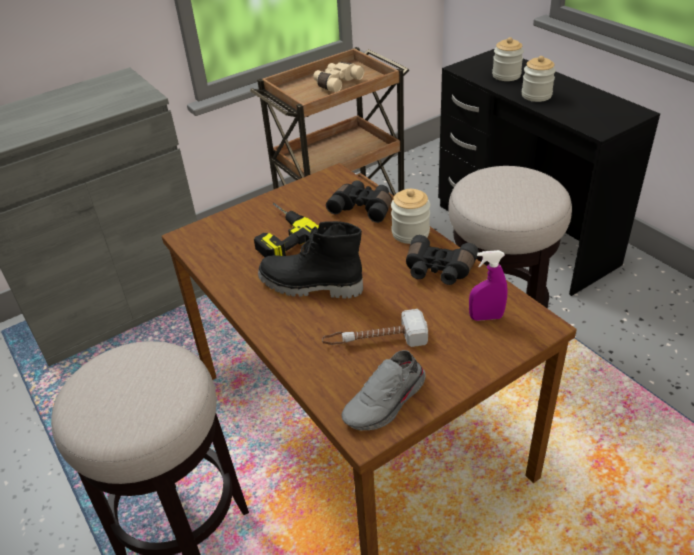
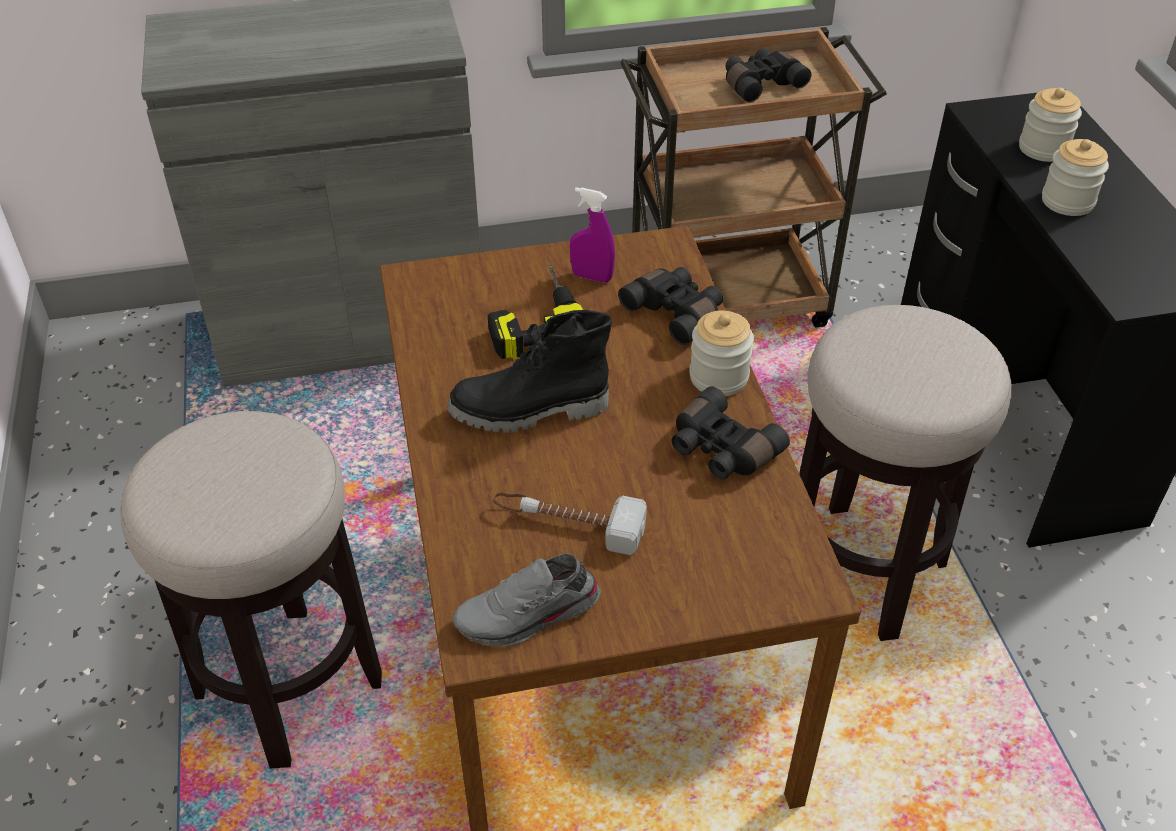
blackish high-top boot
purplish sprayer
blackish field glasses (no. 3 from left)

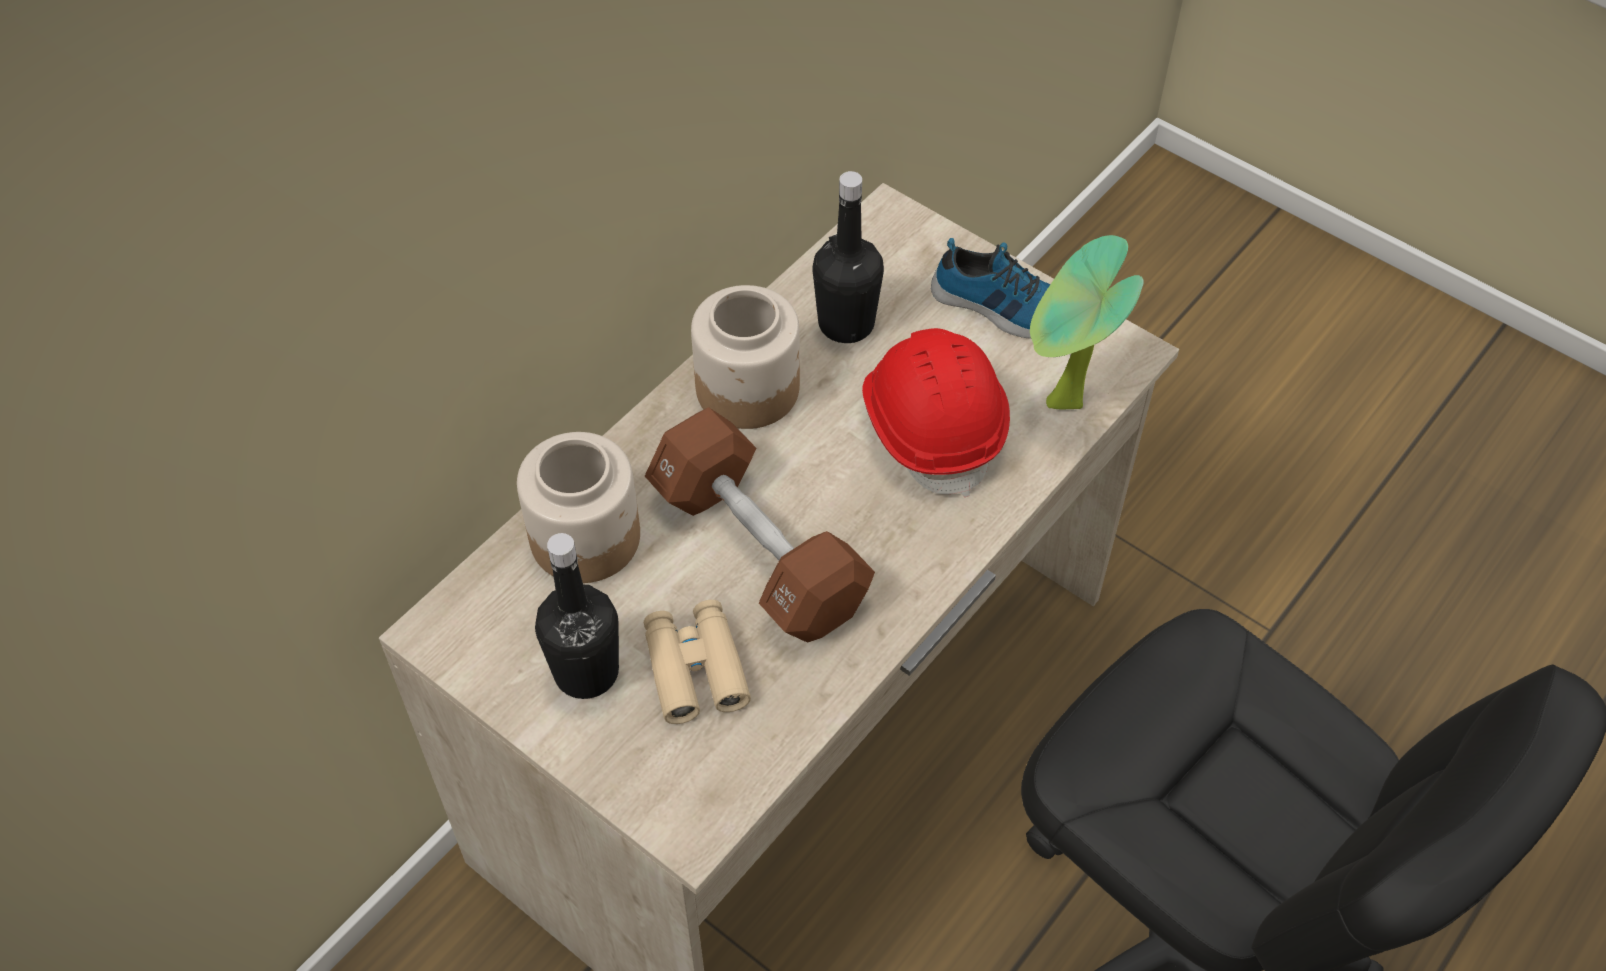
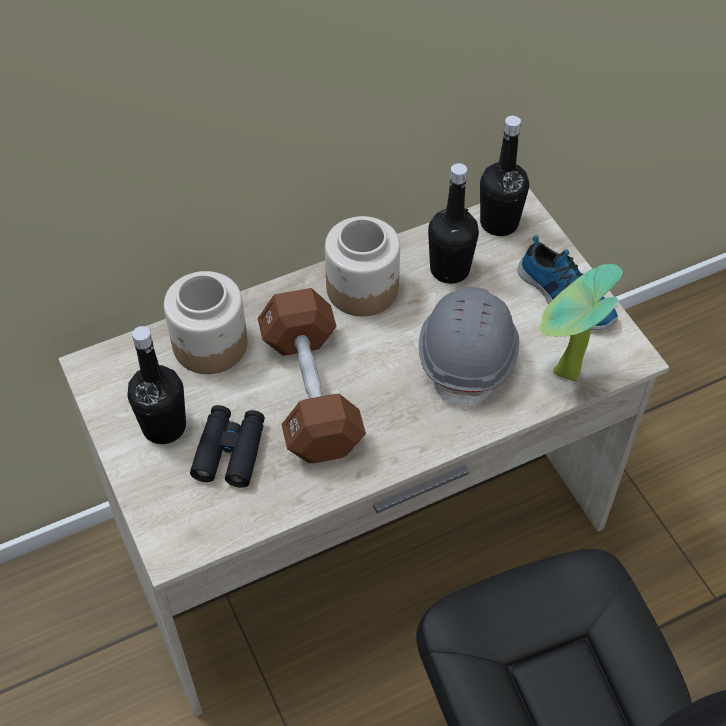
blackish field glasses
gray safety helmet
blackish beverage bottle (no. 3 from left)

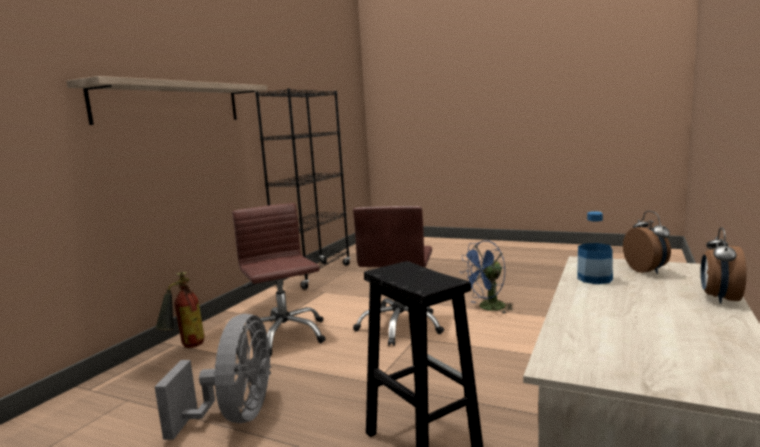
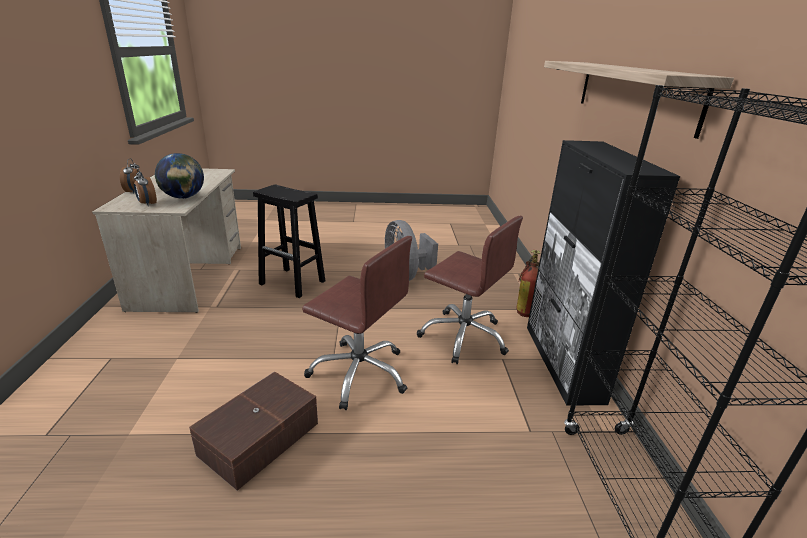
globe
brownish storage bin
brownish office chair (no. 1 from left)
blackish cabinet

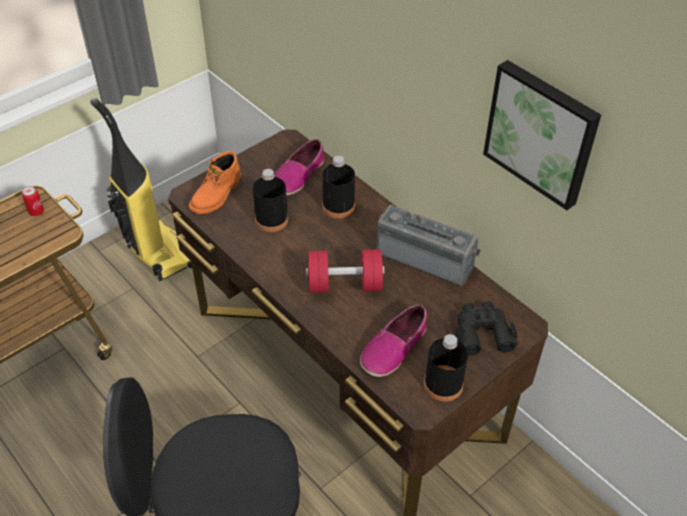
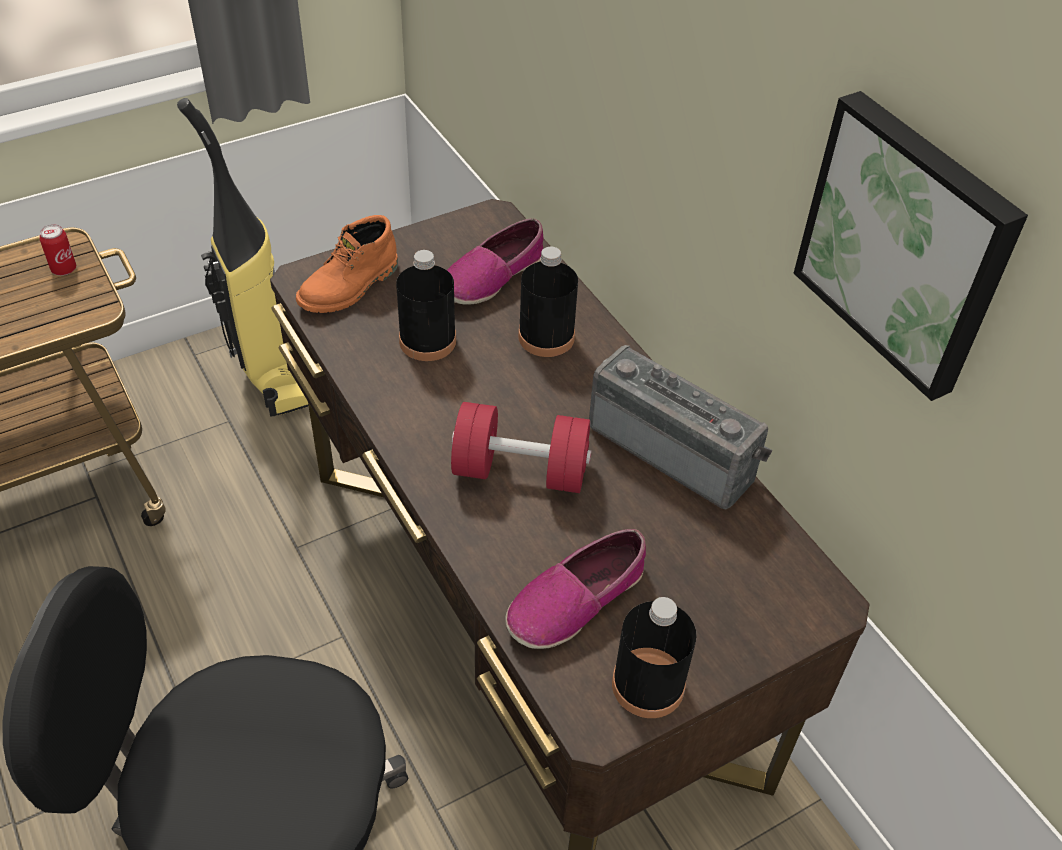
blackish field glasses

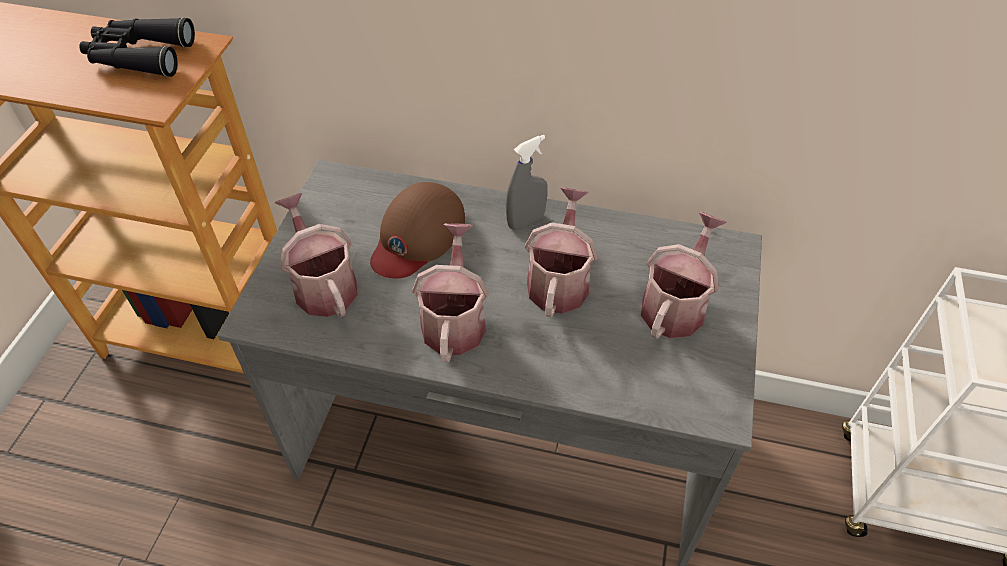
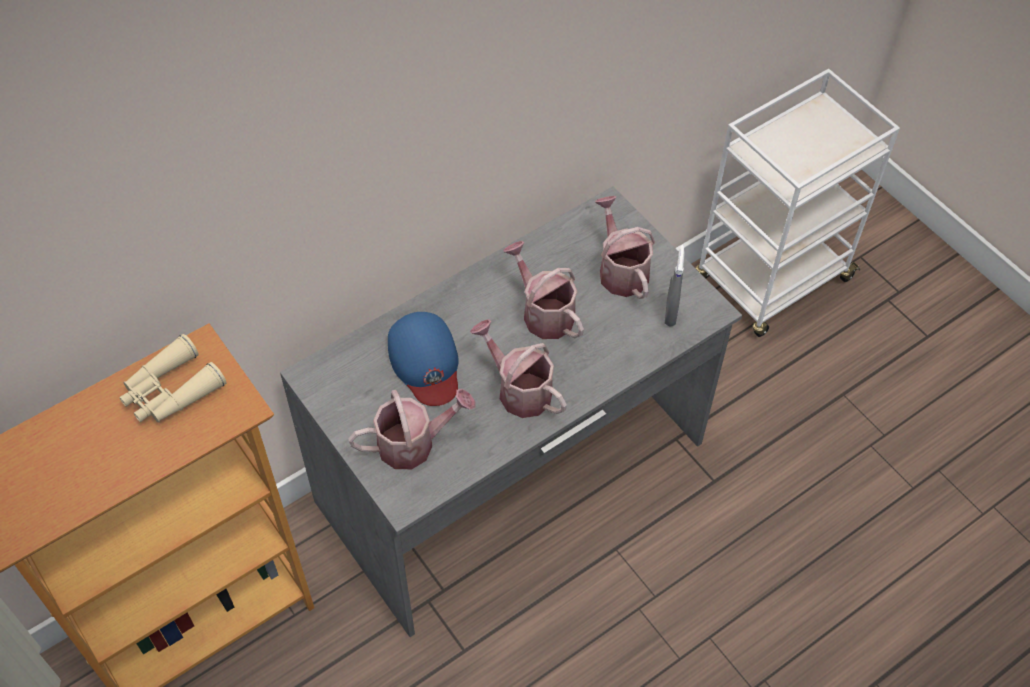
beige field glasses
watering can (no. 1 from left)
bluish peaked cap
gray sprayer

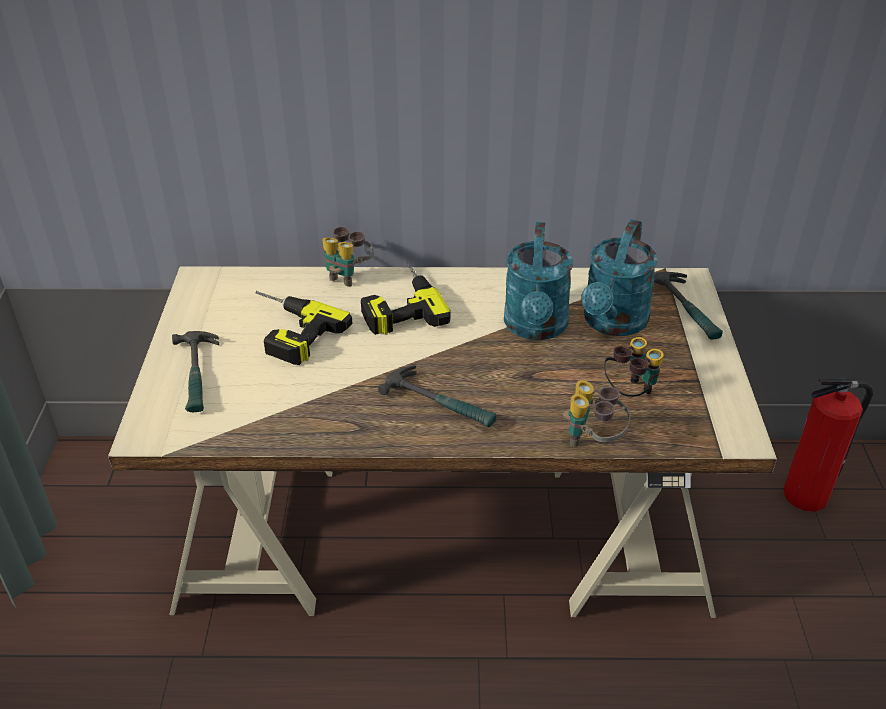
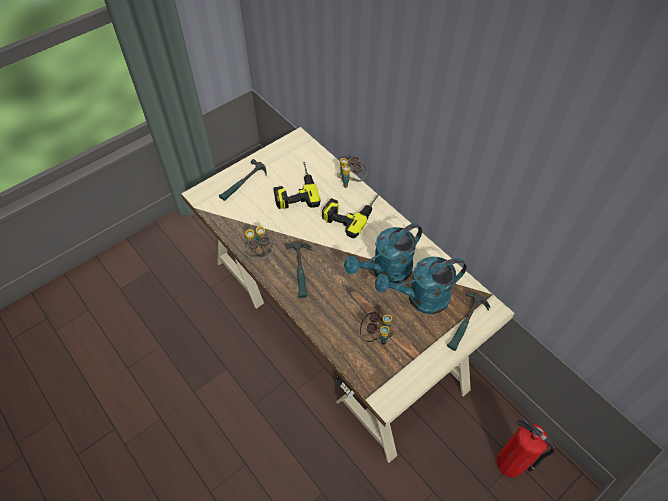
field glasses (no. 1 from left)

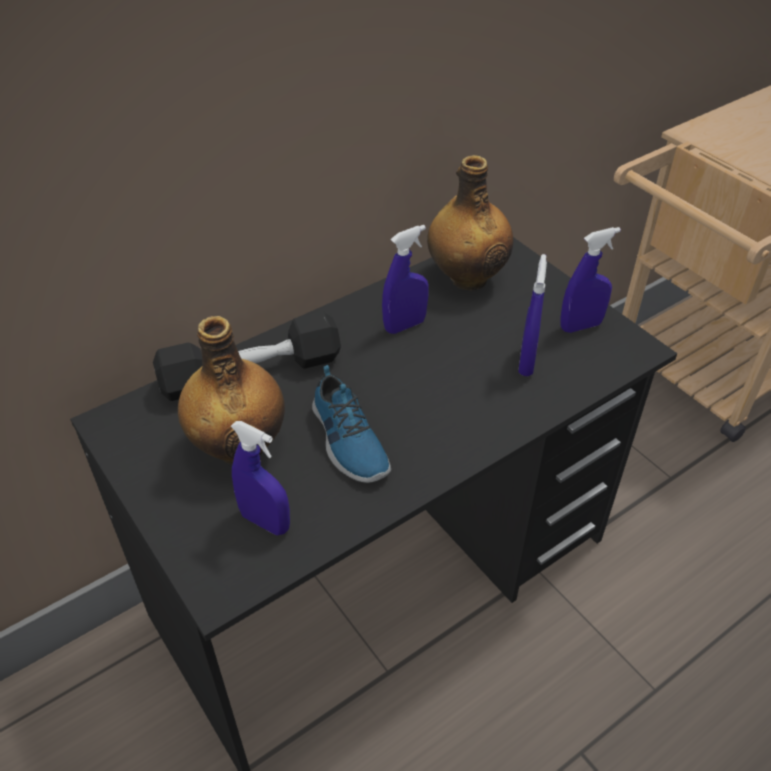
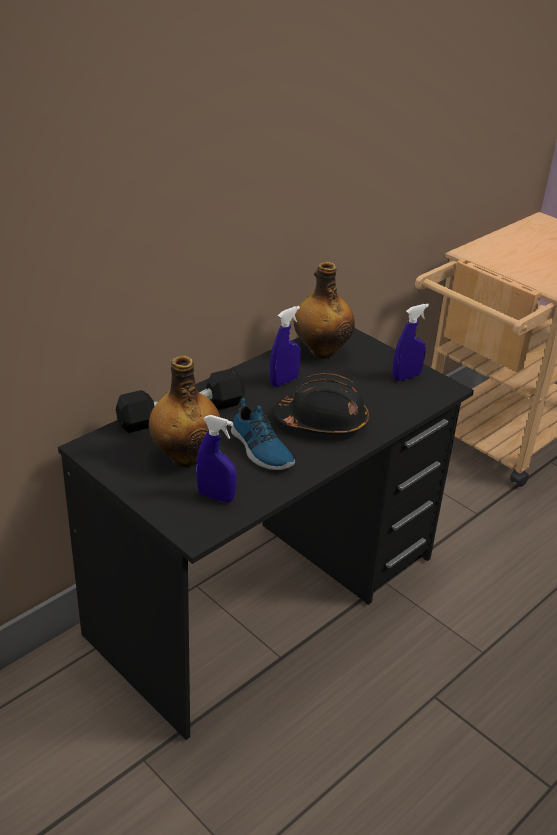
blackish safety helmet
bluish sprayer (no. 3 from left in the first image)

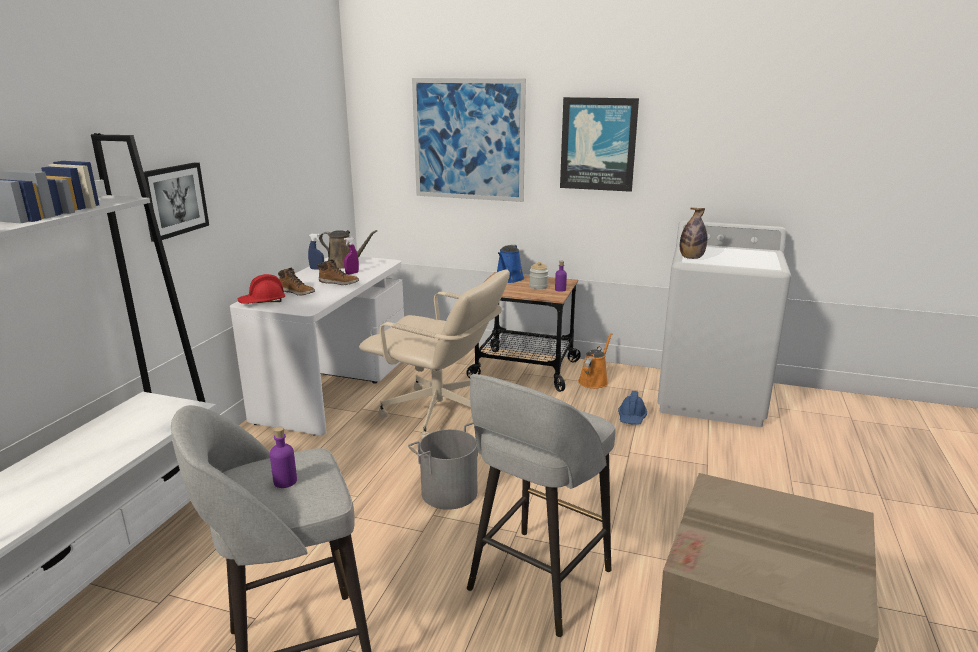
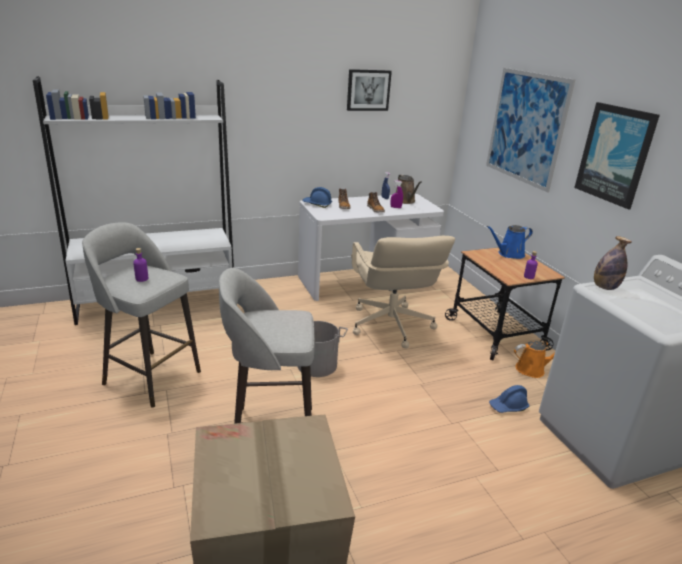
bluish safety helmet (no. 1 from left)
picture (no. 1 from left)
jar

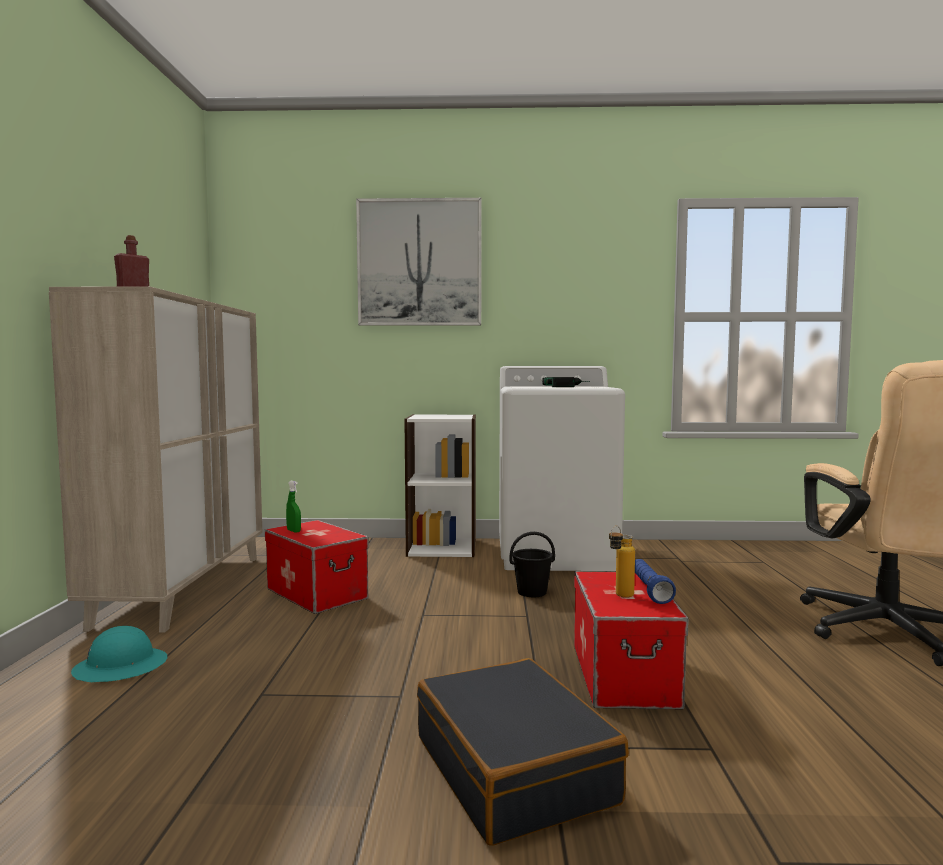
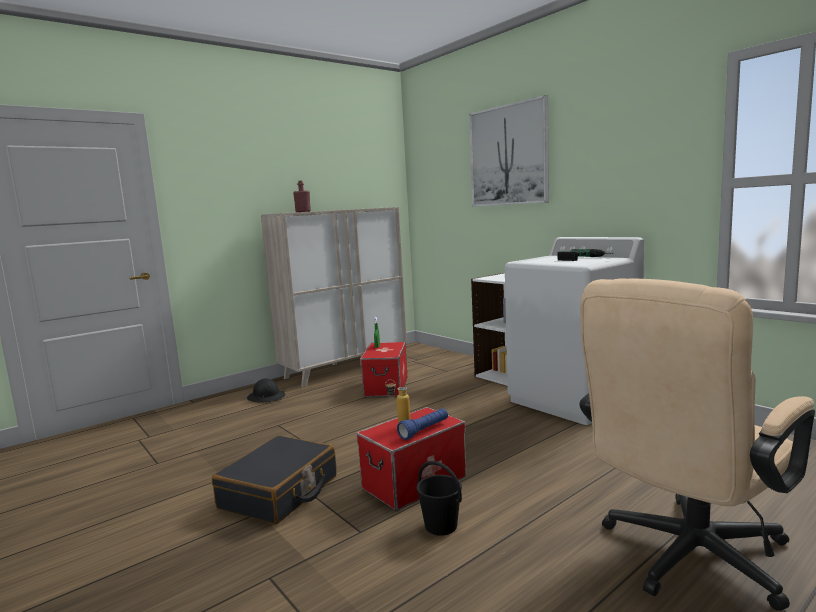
blackish safety helmet
blackish pail

